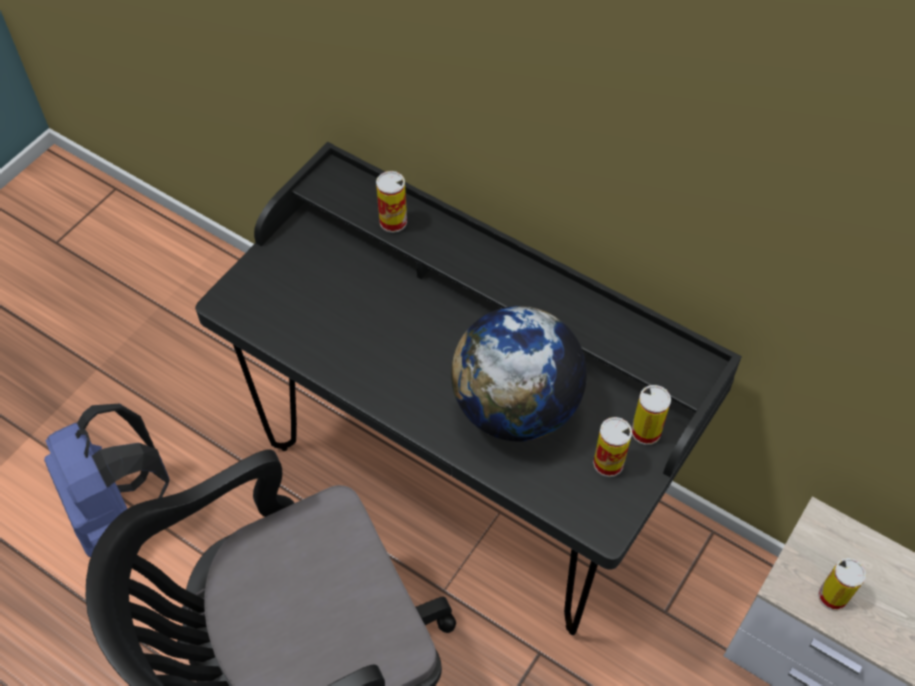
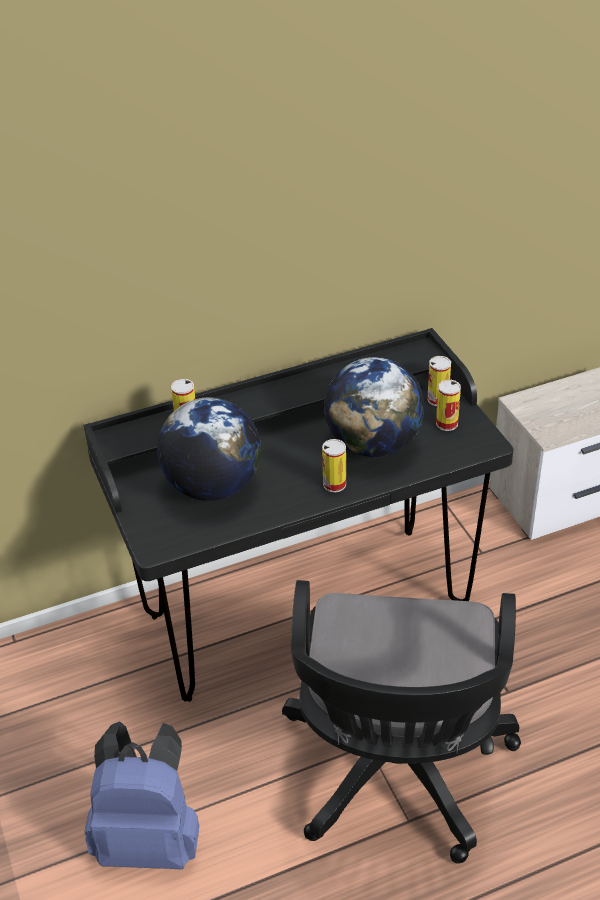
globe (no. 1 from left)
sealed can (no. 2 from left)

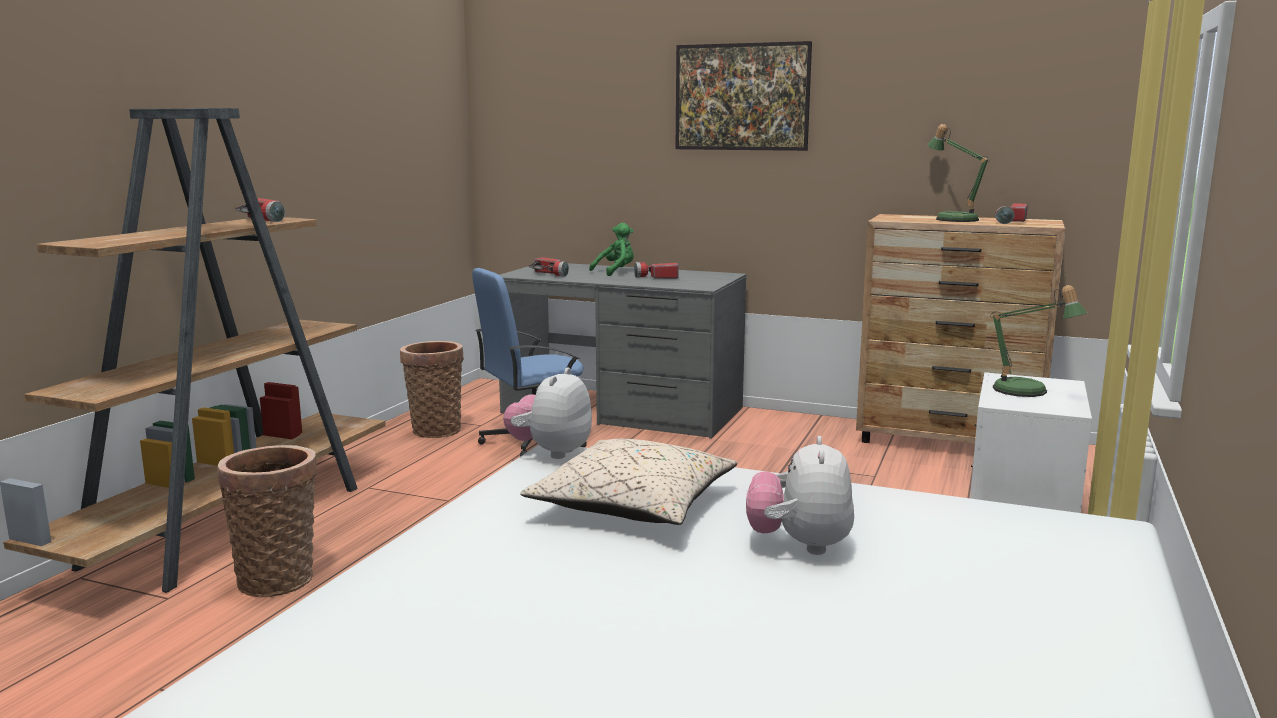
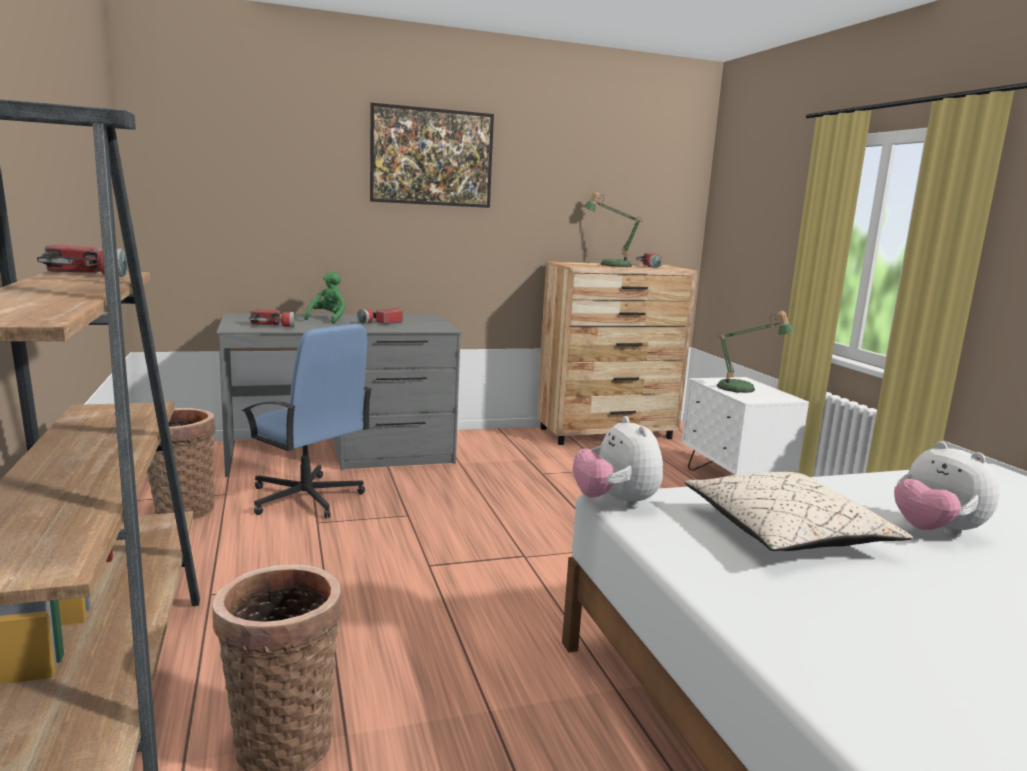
bluish office chair

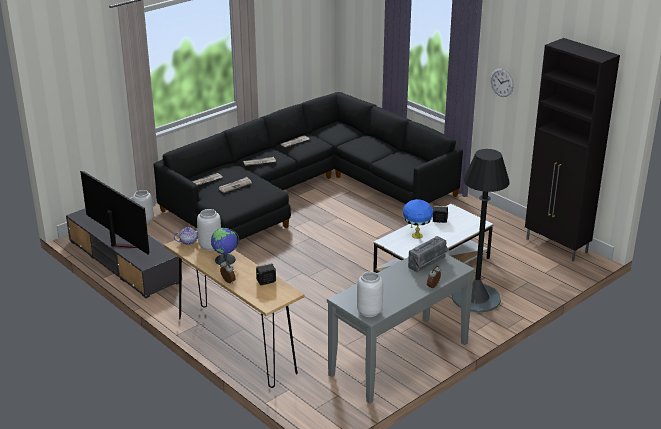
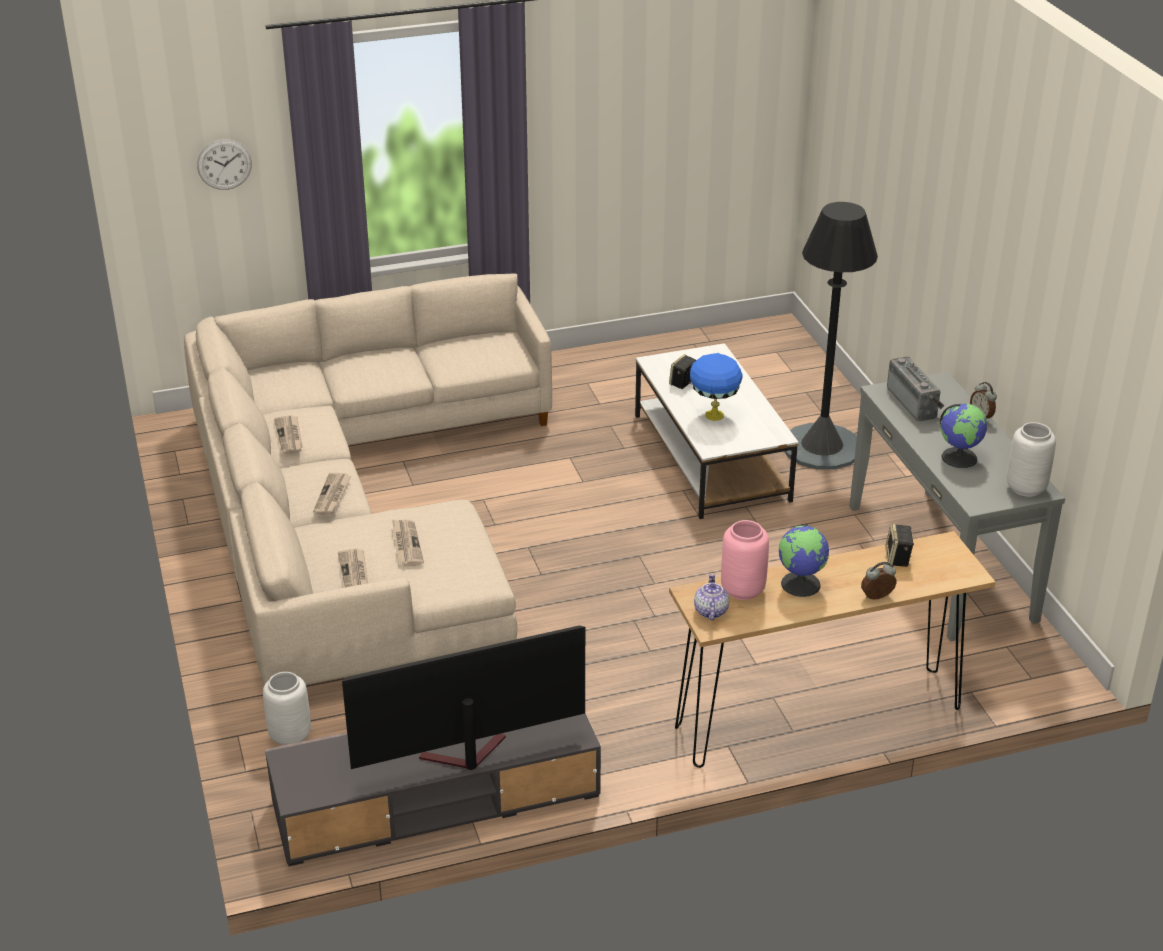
beige couch
hanging clock
pinkish decorative vase
globe (no. 2 from left)
blackish cabinet

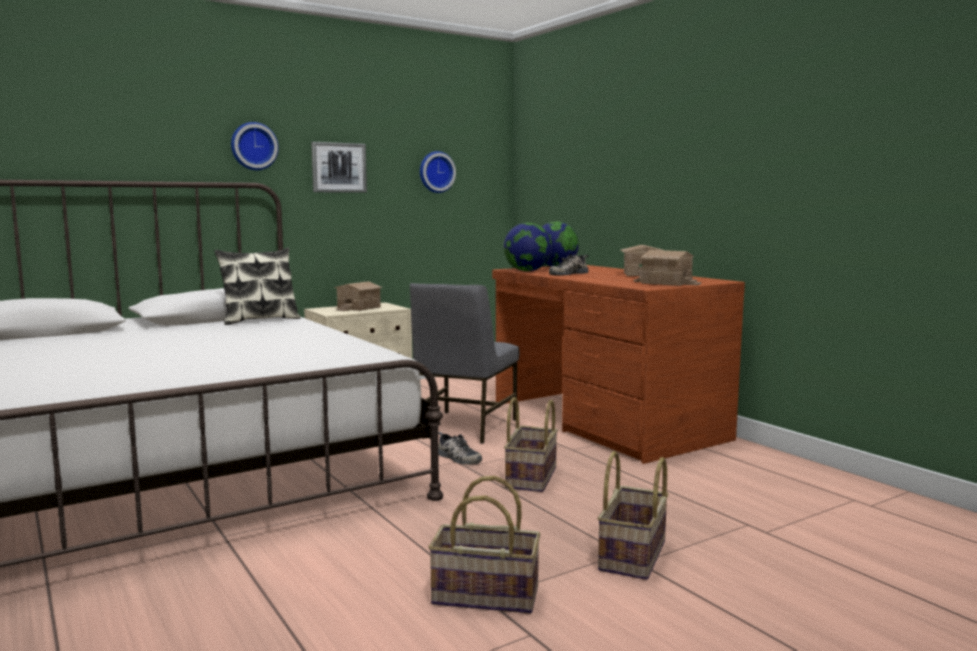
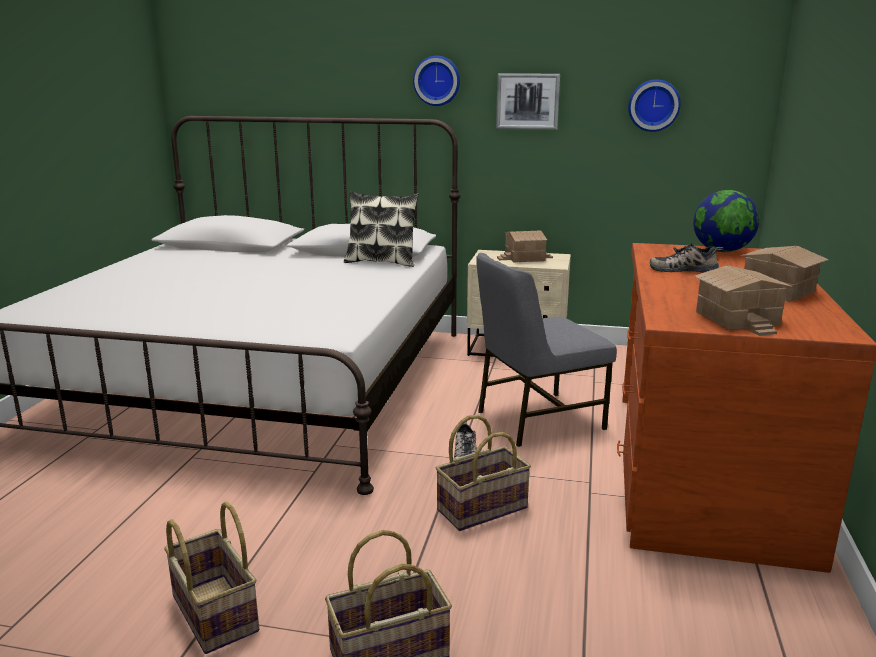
globe (no. 1 from left in the first image)

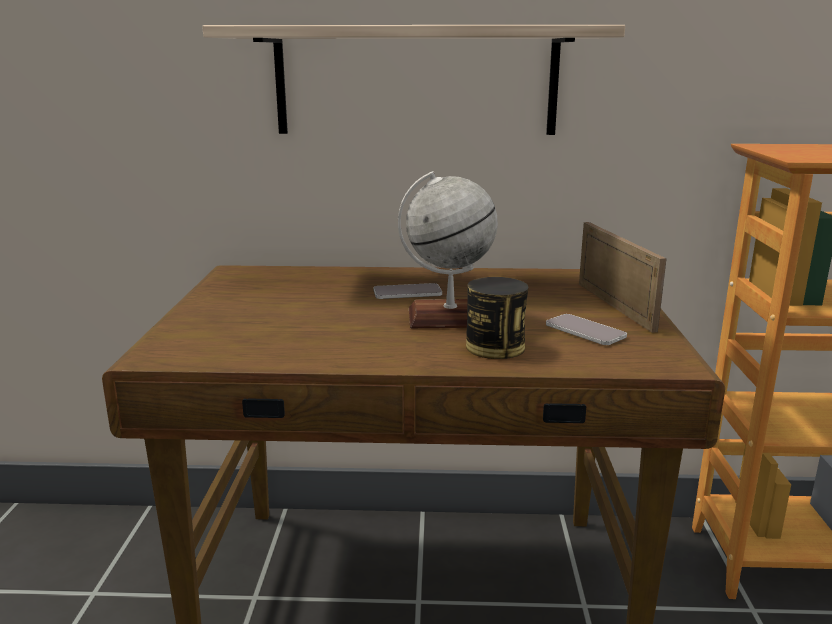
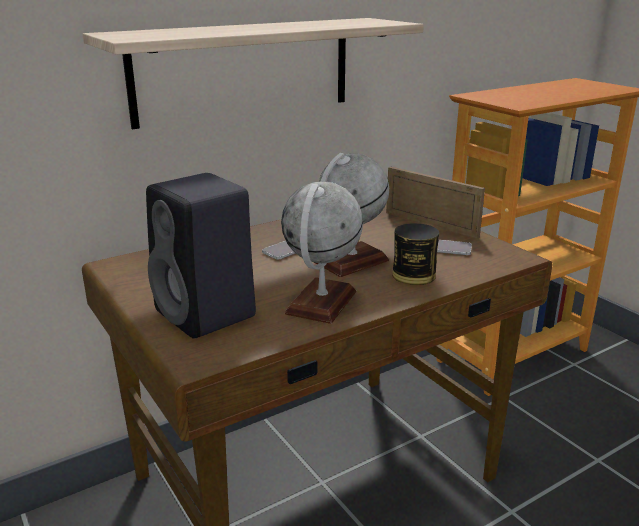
blackish loudspeaker
globe (no. 1 from left)

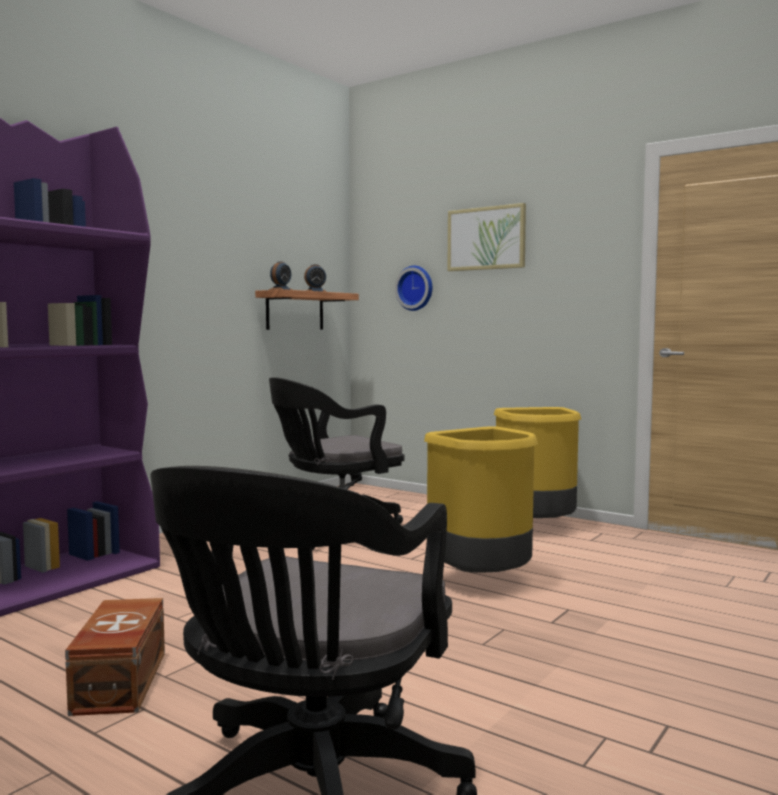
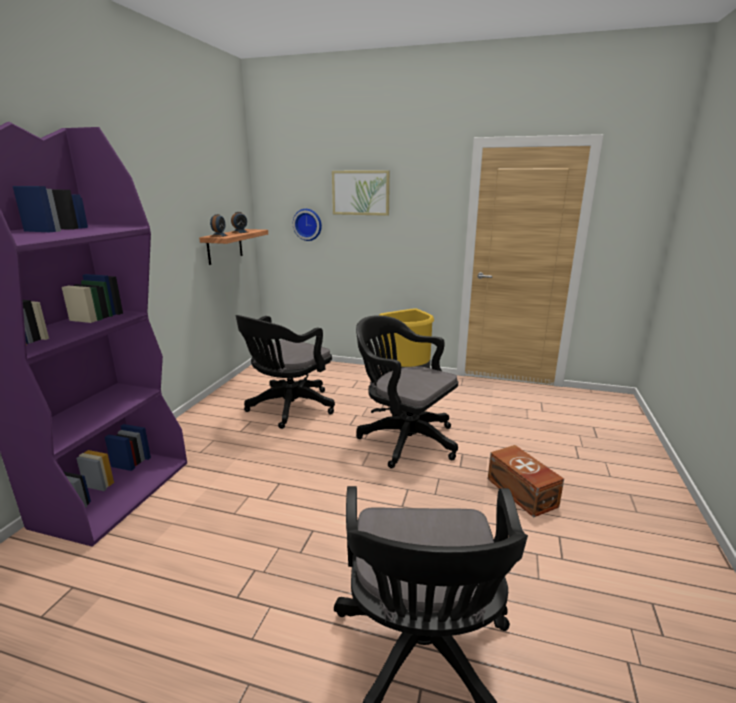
blackish office chair (no. 2 from left)
brownish storage bin

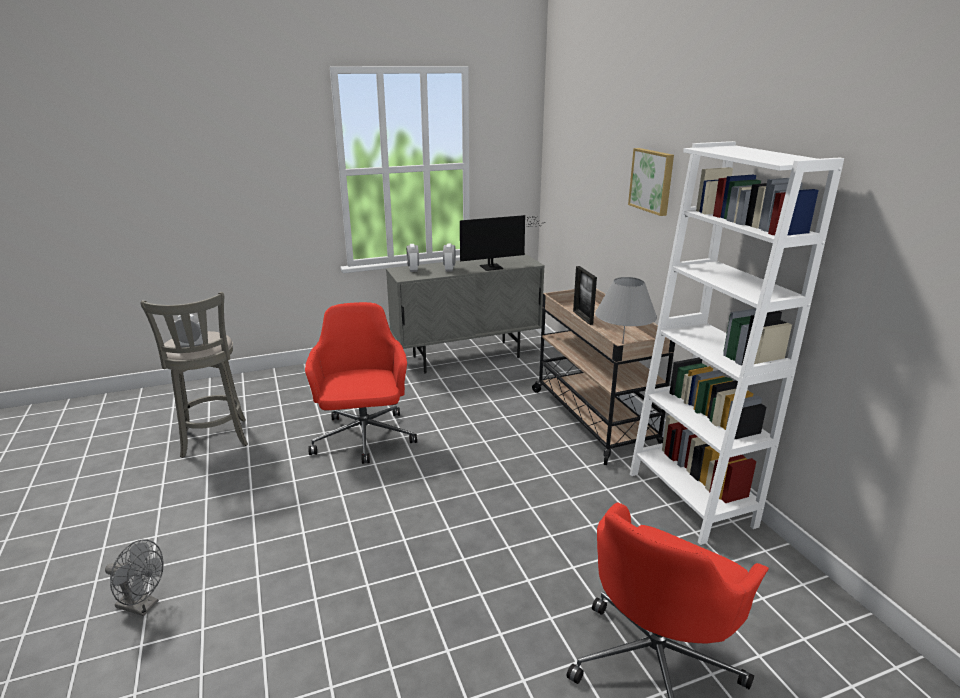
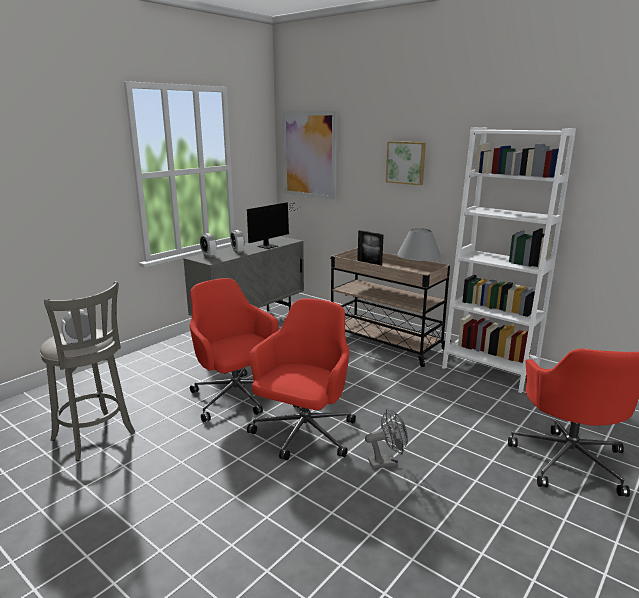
red office chair (no. 2 from left)
picture (no. 1 from left)
gray cooling fan

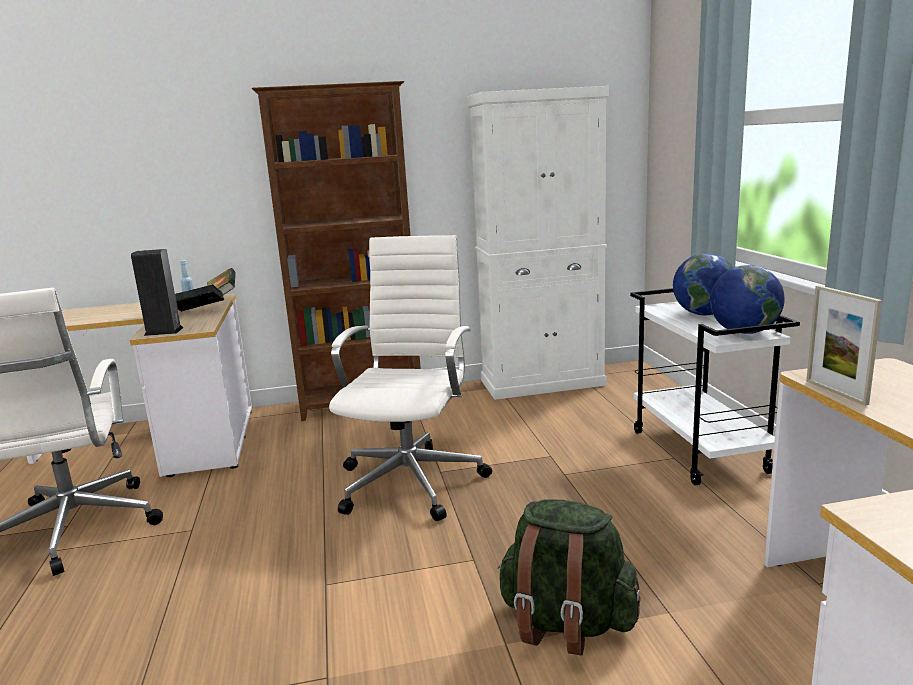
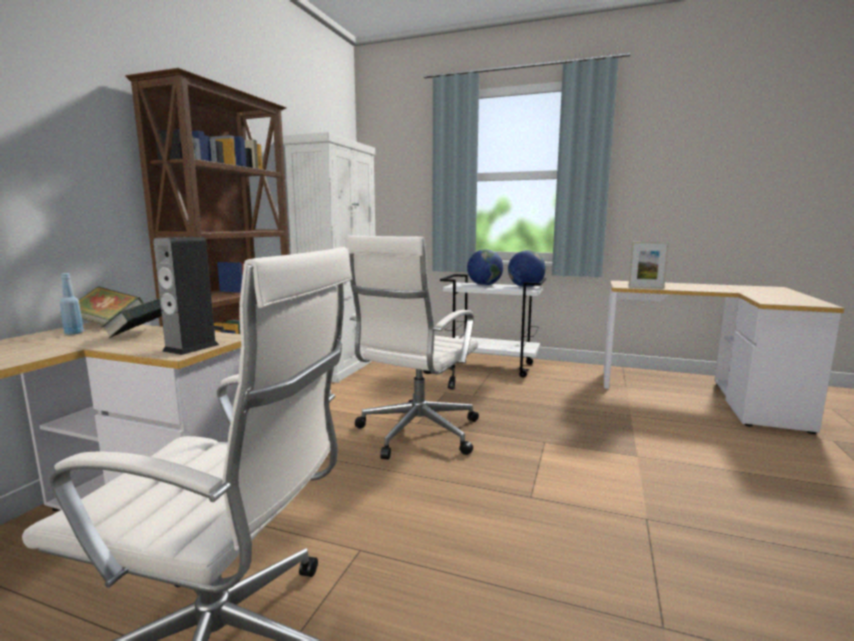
white-coloured office chair (no. 2 from left)
green-coloured backpack

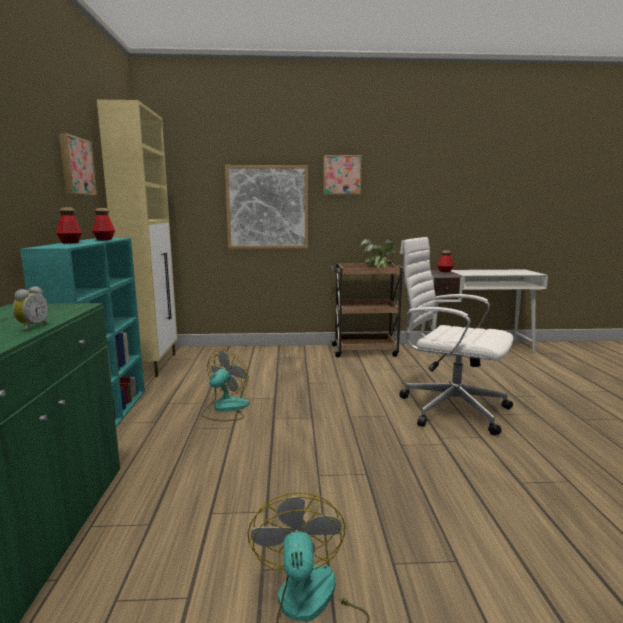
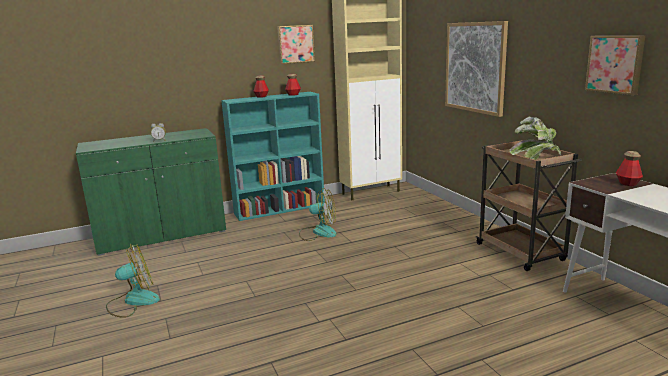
picture (no. 3 from left)
white-coloured office chair

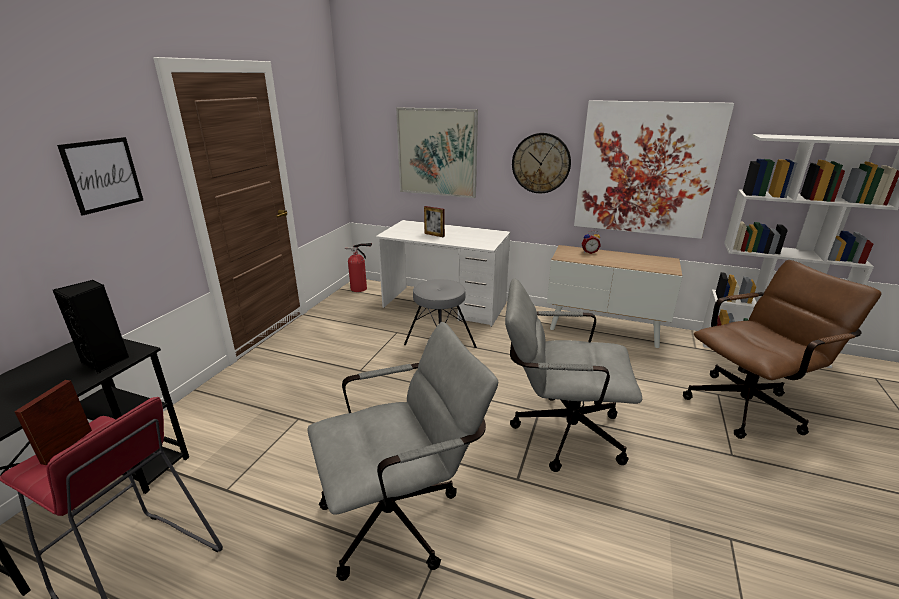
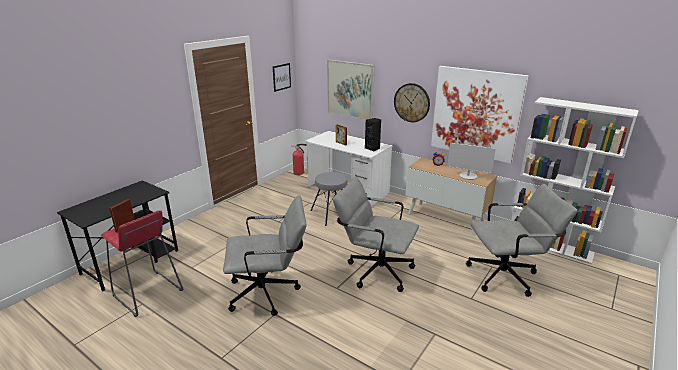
picture (no. 1 from left)
blackish loudspeaker
computer display
gray office chair (no. 3 from left)

